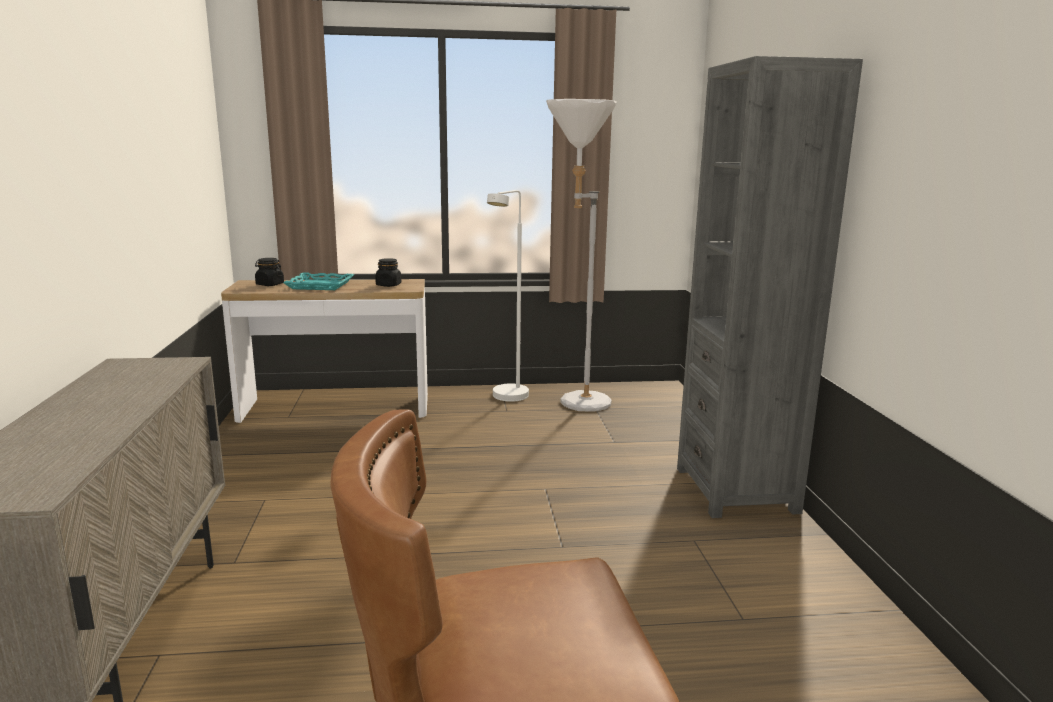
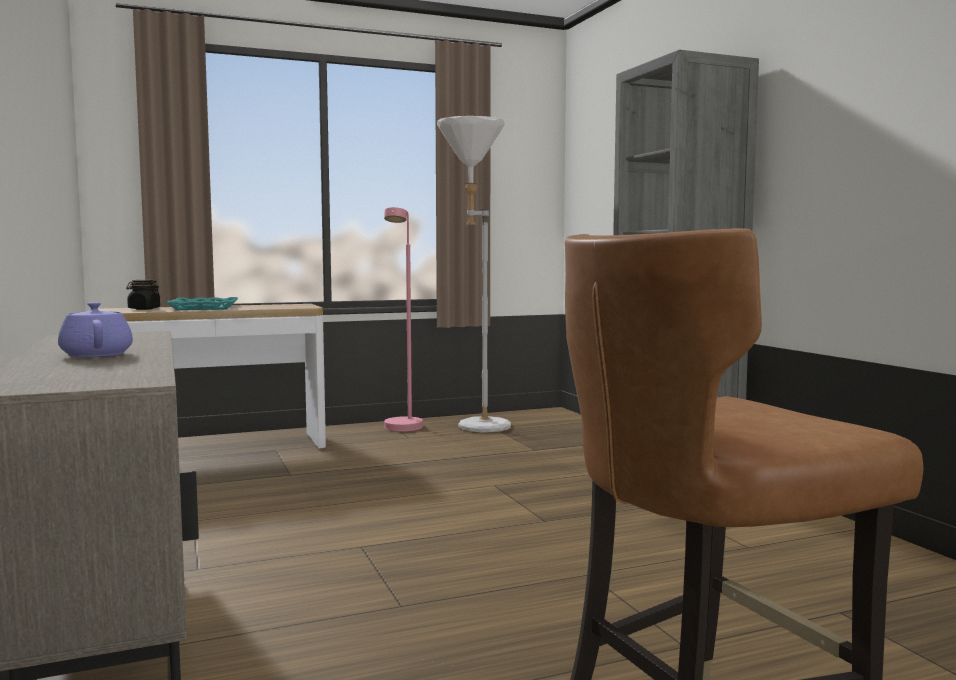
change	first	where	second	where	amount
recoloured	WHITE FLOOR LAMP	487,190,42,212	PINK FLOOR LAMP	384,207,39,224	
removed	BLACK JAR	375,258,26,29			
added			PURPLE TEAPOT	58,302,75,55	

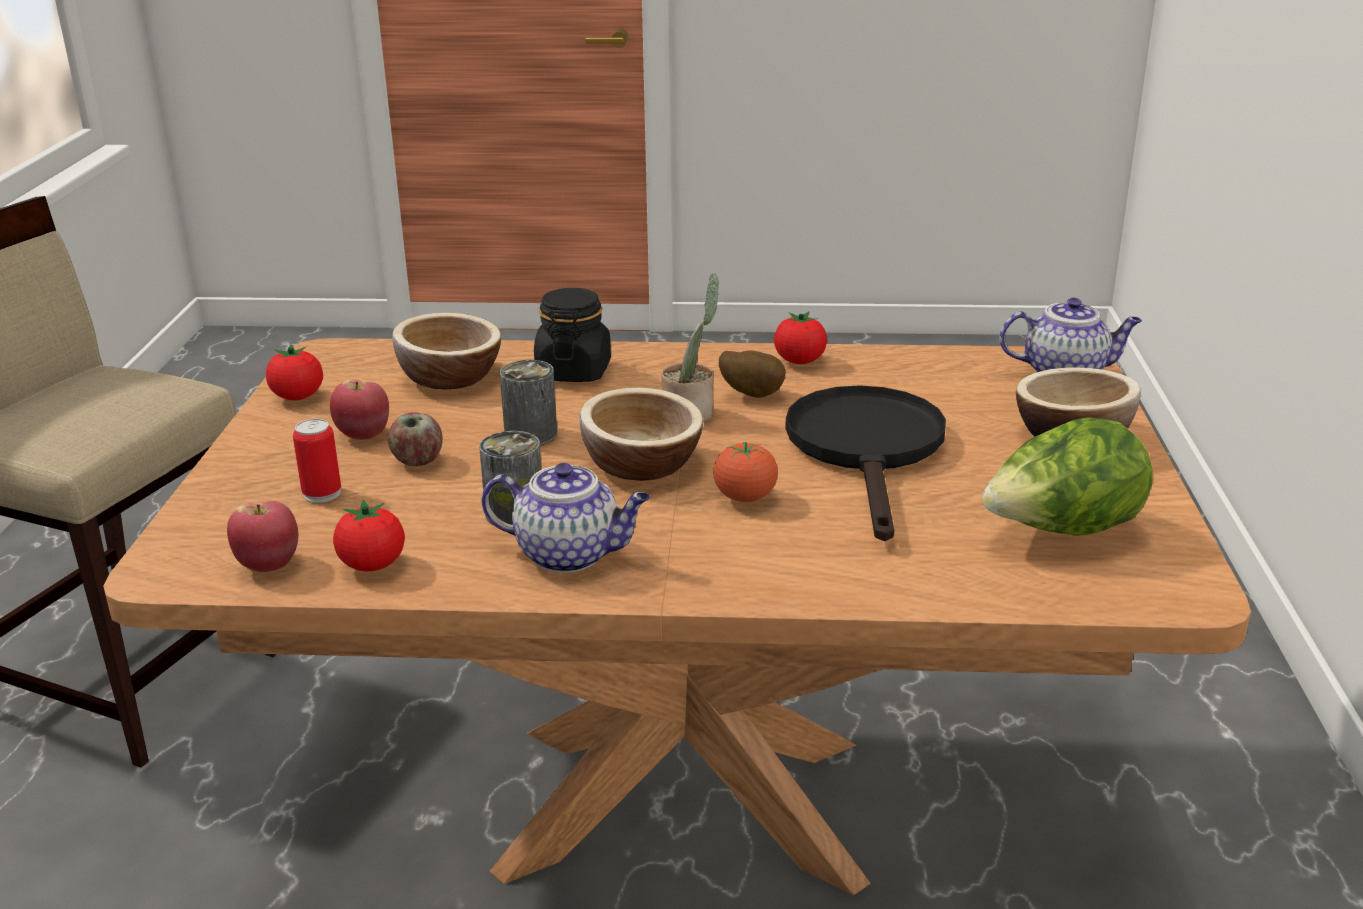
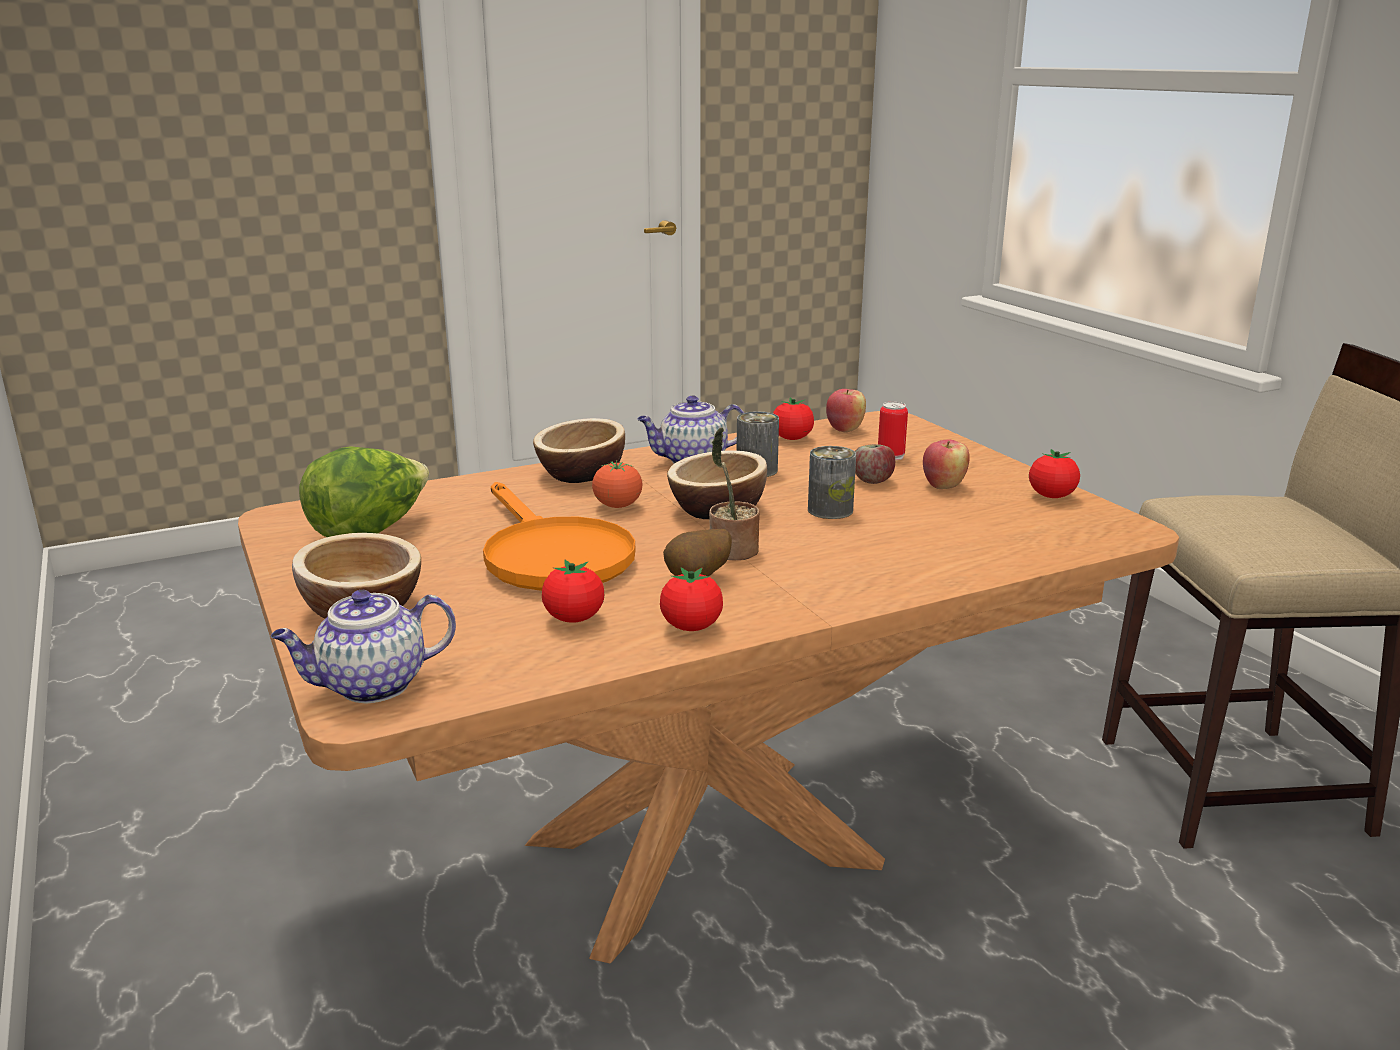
change	first	where	second	where	amount
removed	BLACK JAR	534,288,77,94			
moved	BOWL	392,313,109,77		533,418,92,65	
recoloured	BLACK FRYING PAN	785,385,161,156	ORANGE FRYING PAN	483,482,152,109	
added			TOMATO	542,560,62,63	

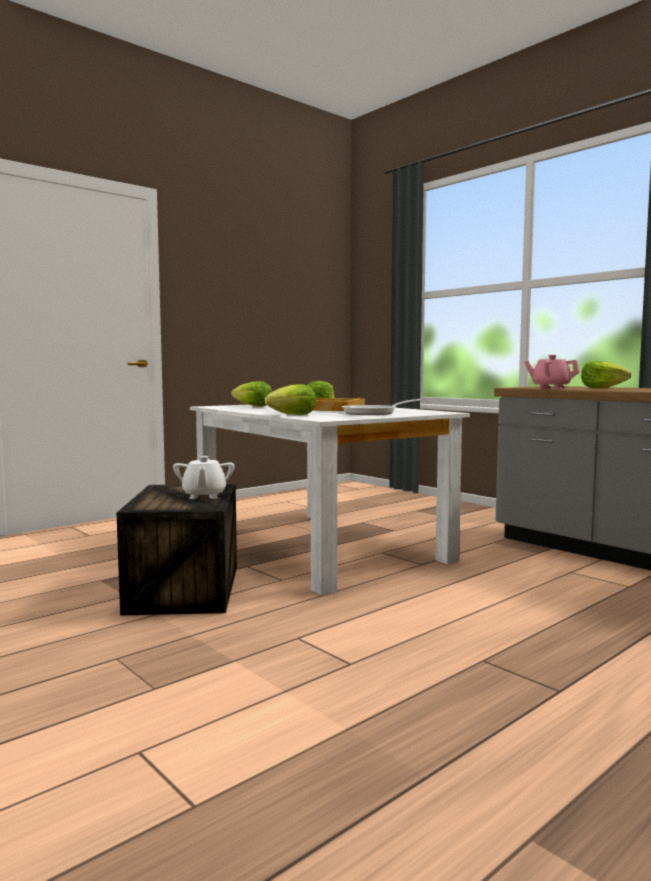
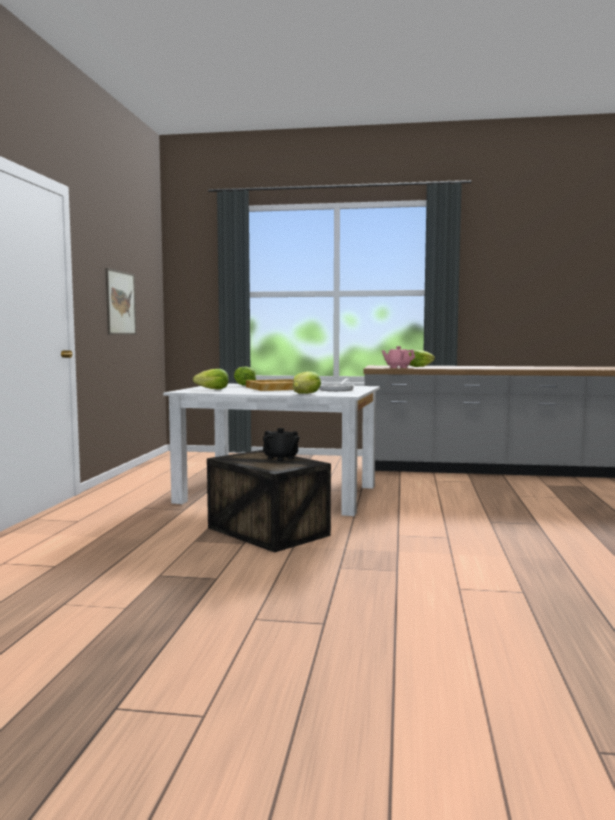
change	first	where	second	where	amount
recoloured	WHITE TEAPOT	173,456,62,43	BLACK TEAPOT	263,428,37,33	
added			PICTURE	105,268,31,67	

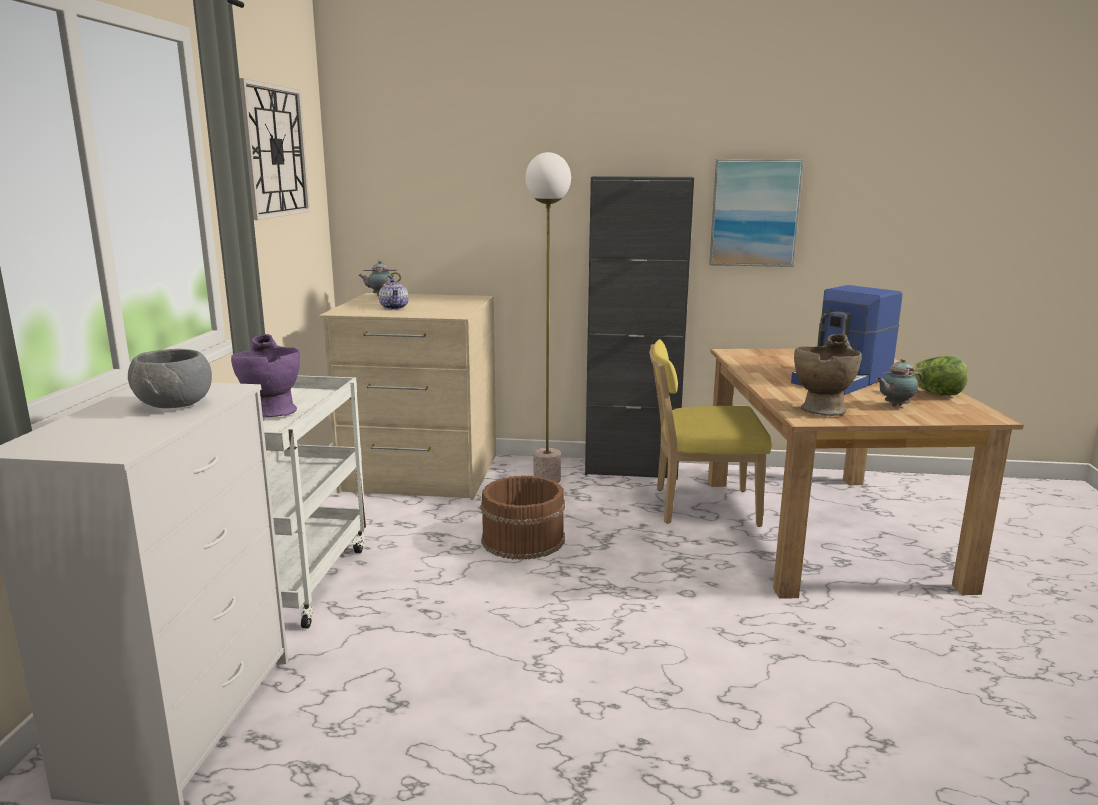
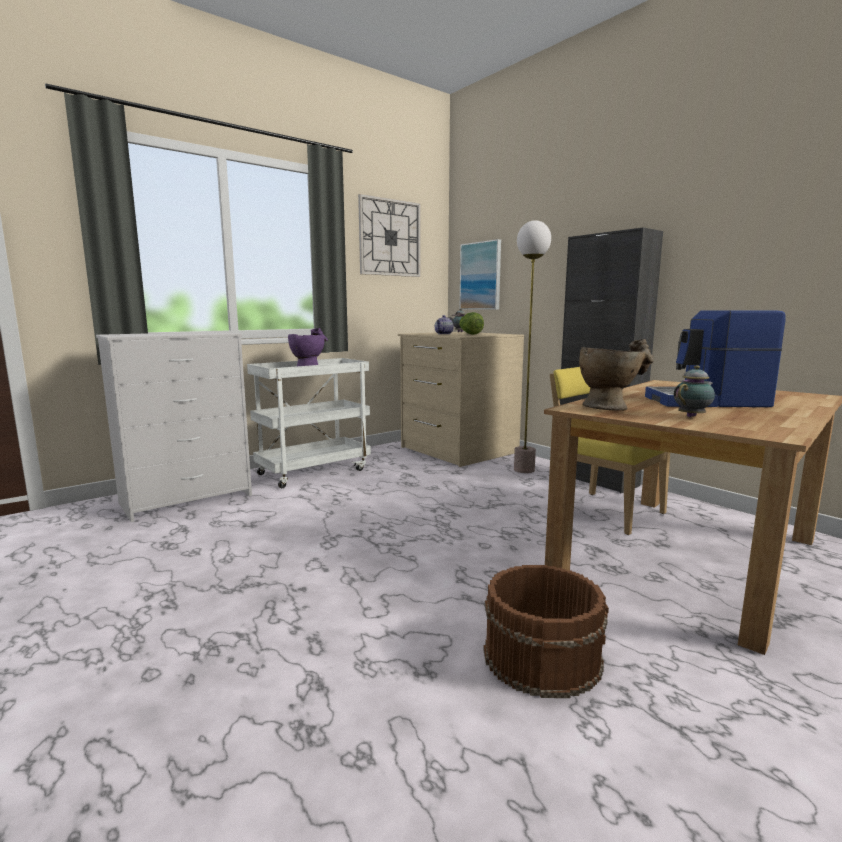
change	first	where	second	where	amount
moved	PICTURE	709,159,95,108		460,239,41,71	
removed	GREY BOWL	128,349,84,59			
moved	LETTUCE	910,356,58,40		459,312,25,23	
turned	TEAPOT	876,358,47,48		674,365,41,52	120 degrees clockwise
moved	BROWN BUCKET	481,475,84,85		483,565,126,133	

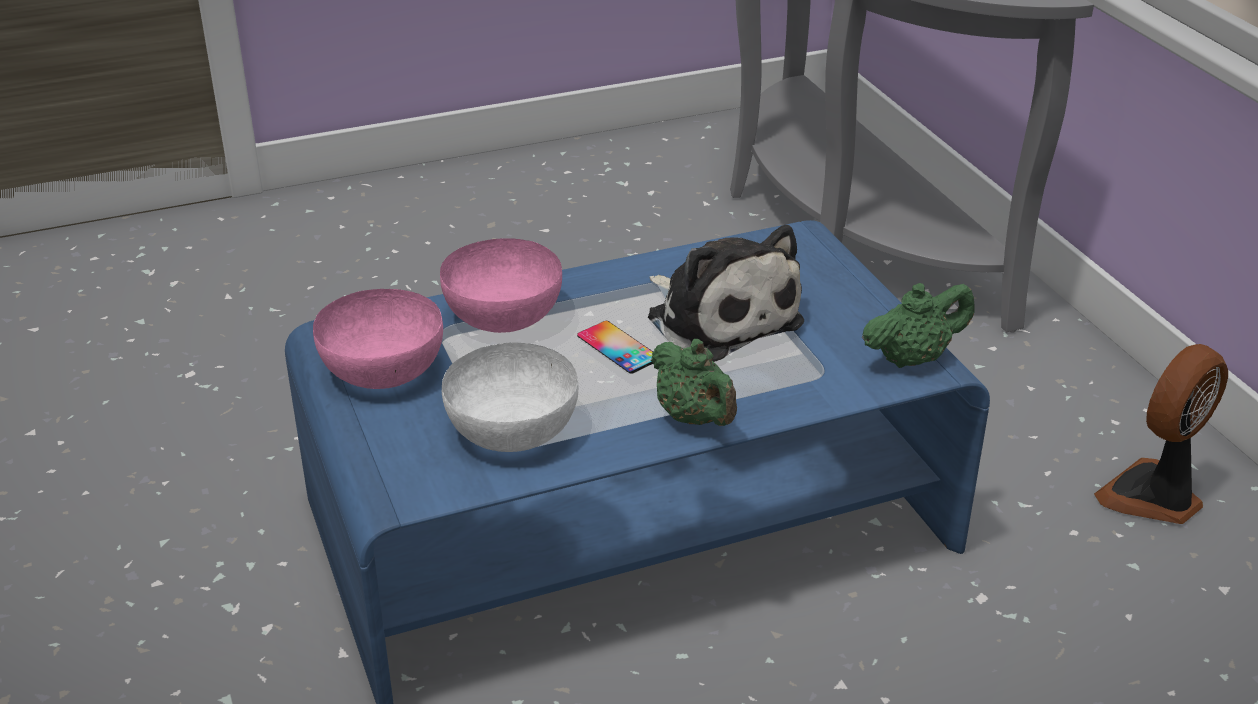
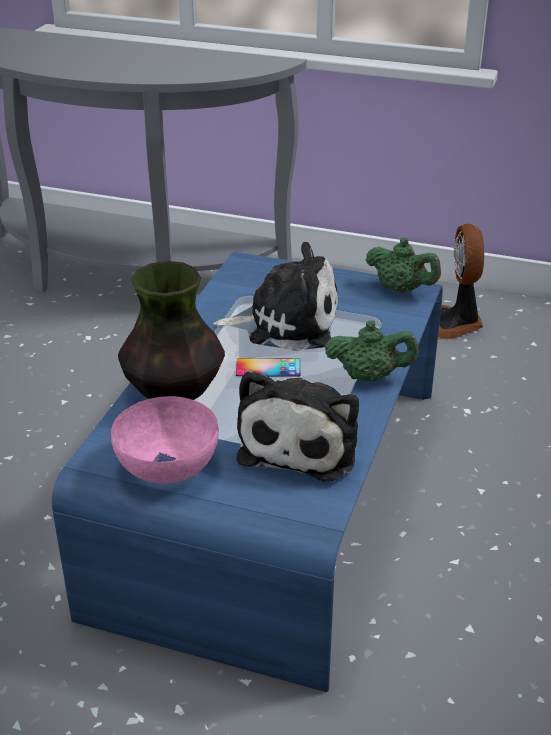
change	first	where	second	where	amount
replaced	PINK BOWL	440,238,122,95	VASE	118,261,107,139	
turned	GREEN TEAPOT	862,283,113,85		366,238,75,55	105 degrees clockwise
replaced	WHITE BOWL	442,342,136,110	PLUSH TOY	236,370,123,112	

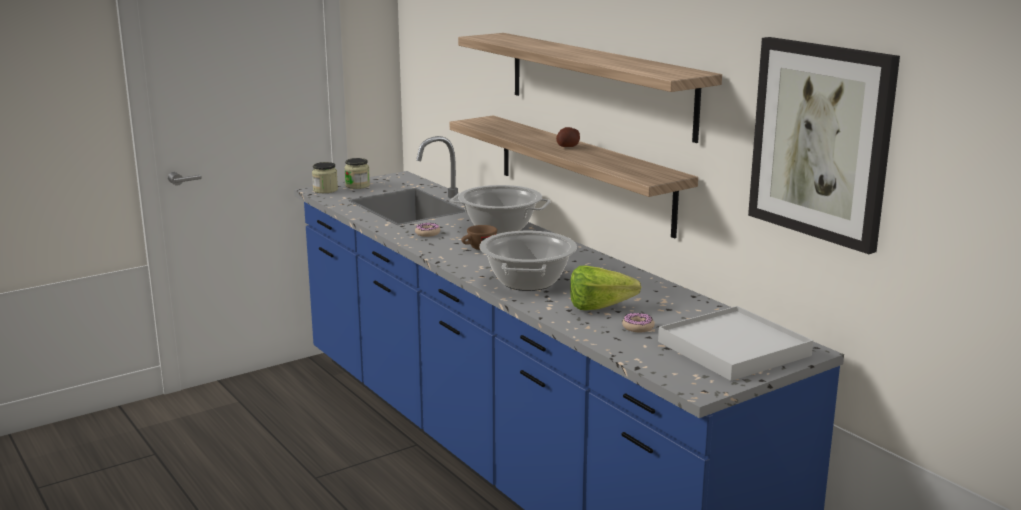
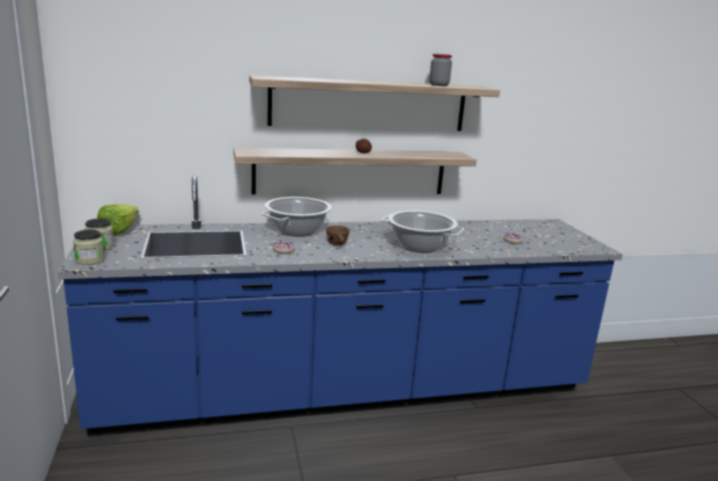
change	first	where	second	where	amount
removed	PICTURE	748,37,152,217			
moved	LETTUCE	570,265,71,45		97,204,42,32	
removed	WHITE TRAY	658,306,155,75			
added			JAR	429,54,23,32	

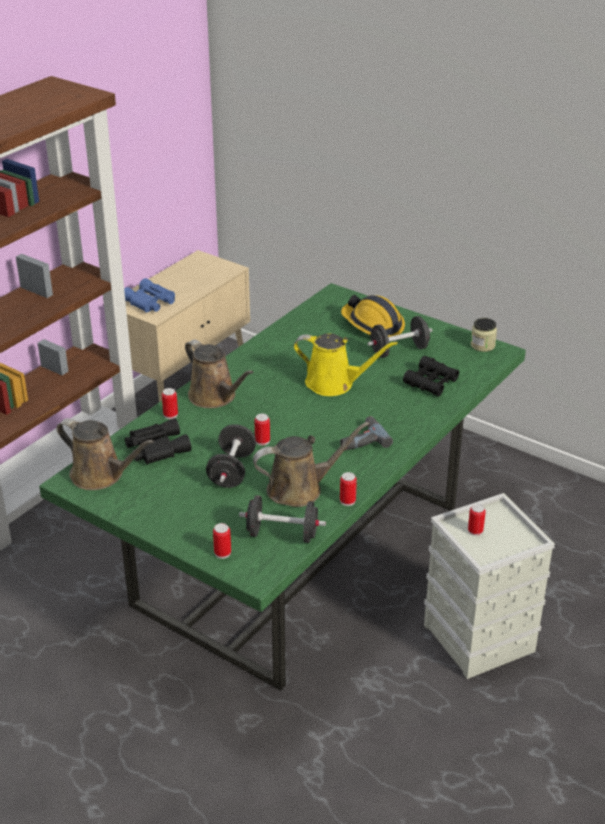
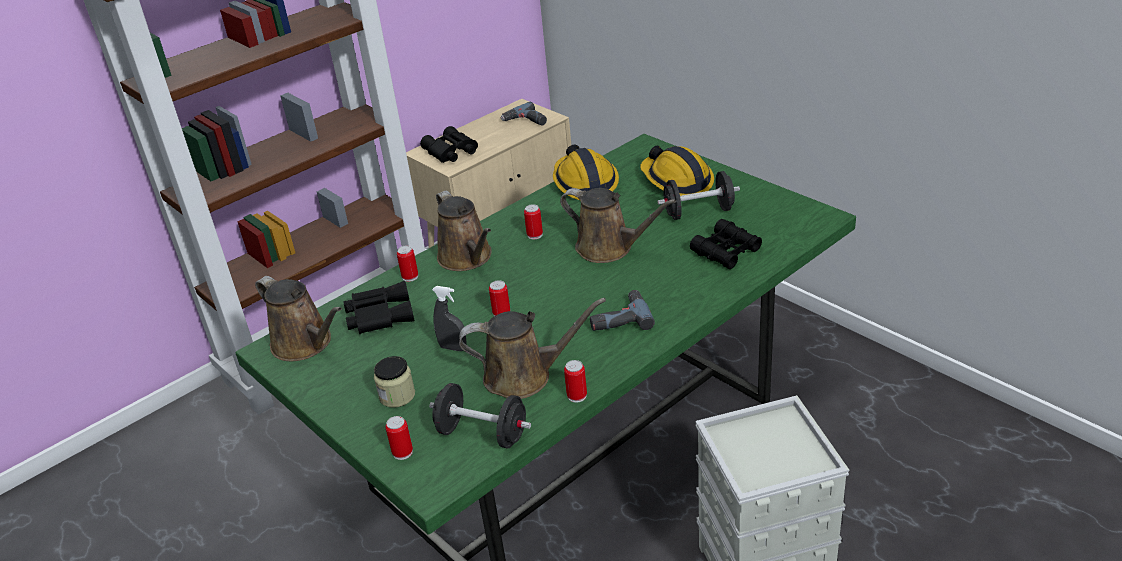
change	first	where	second	where	amount
recoloured	BLUE BINOCULARS	124,278,51,35	BLACK BINOCULARS	420,126,58,37	
moved	JAR	471,318,26,34		374,356,41,52	
recoloured	YELLOW WATERING CAN	294,333,104,63	BROWN WATERING CAN	560,188,116,75	
replaced	BLACK DUMBBELL	206,424,50,64	GREY SPRAY BOTTLE	432,286,35,65	
moved	CAN	468,504,18,32		524,204,19,35	
added			POWER DRILL	501,102,46,23	
added			HARD HAT	553,145,66,55	

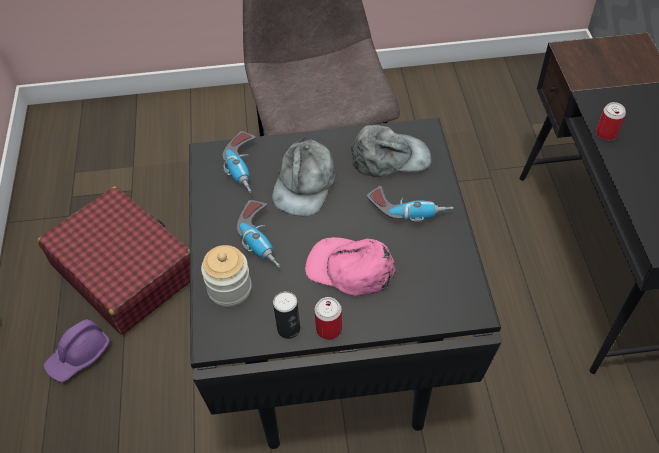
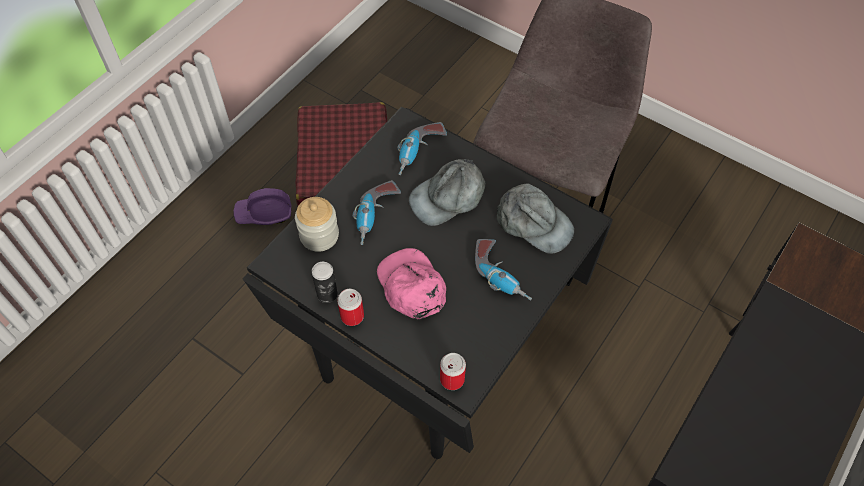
change	first	where	second	where	amount
moved	CAN	596,102,30,38		440,353,26,37	

